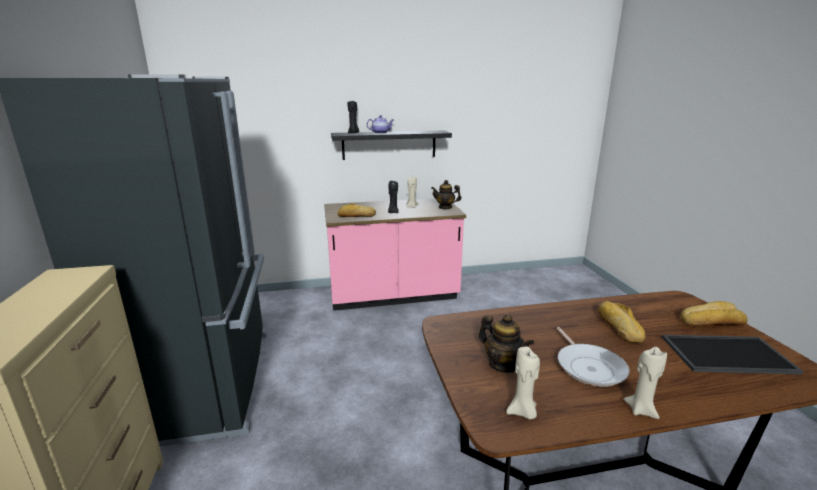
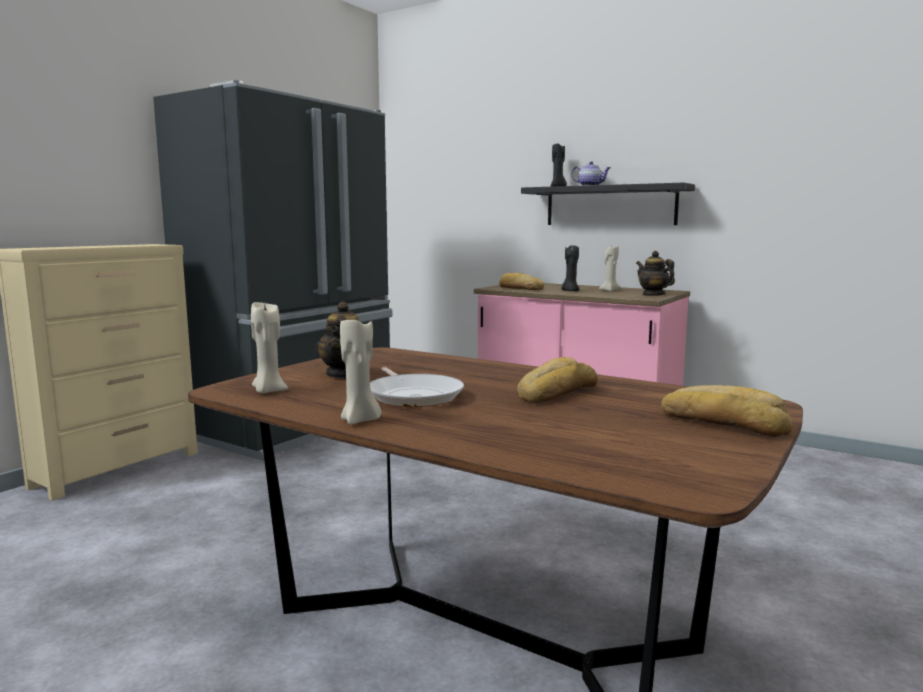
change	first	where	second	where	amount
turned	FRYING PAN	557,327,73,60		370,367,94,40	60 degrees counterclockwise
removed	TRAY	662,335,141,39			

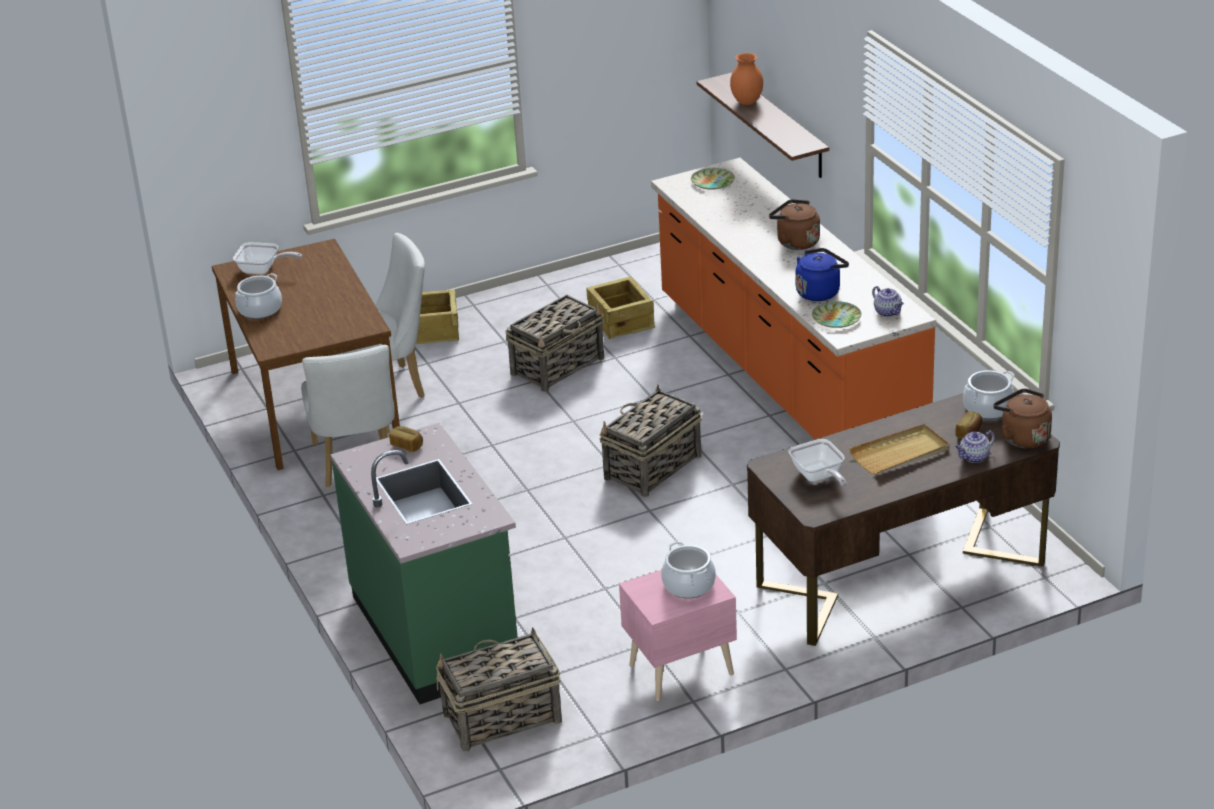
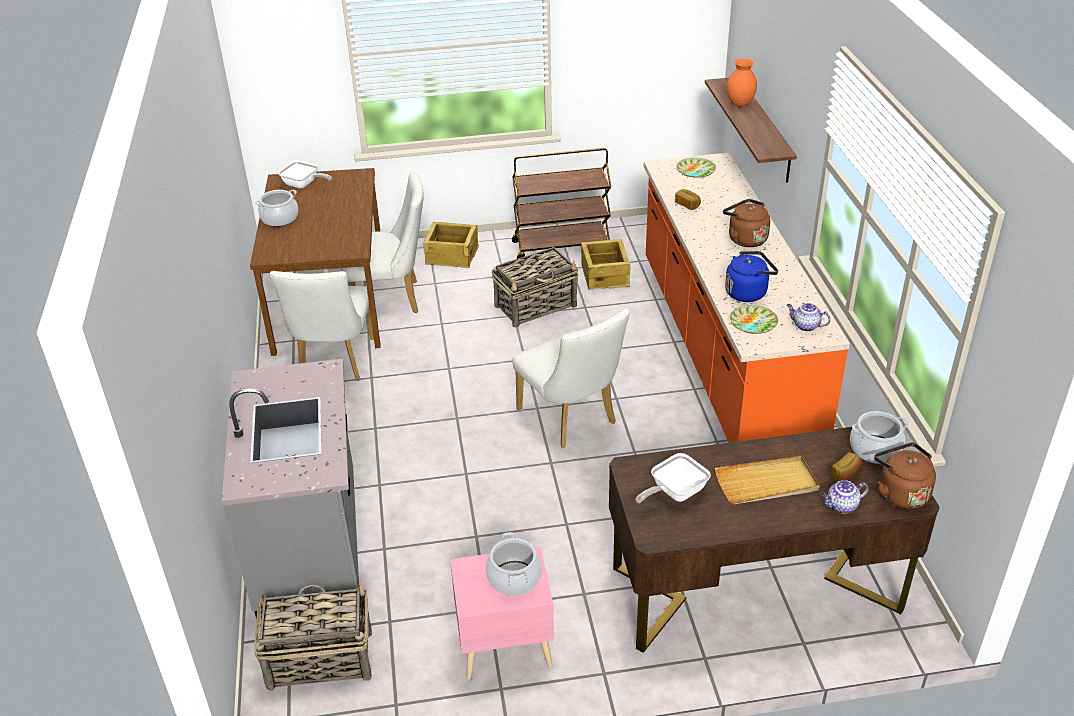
change	first	where	second	where	amount
turned	TEAPOT	872,286,32,31		787,303,44,28	135 degrees clockwise
replaced	BASKET	600,385,102,112	WHITE CHAIR	512,308,118,140	
recoloured	GREEN COUNTER	330,423,188,281	GREY COUNTER	222,359,137,261	
moved	BREAD	389,426,34,26		675,189,26,21	
turned	FRYING PAN	789,439,58,48		635,453,76,50	60 degrees clockwise
added			BROWN CART	512,148,99,111	

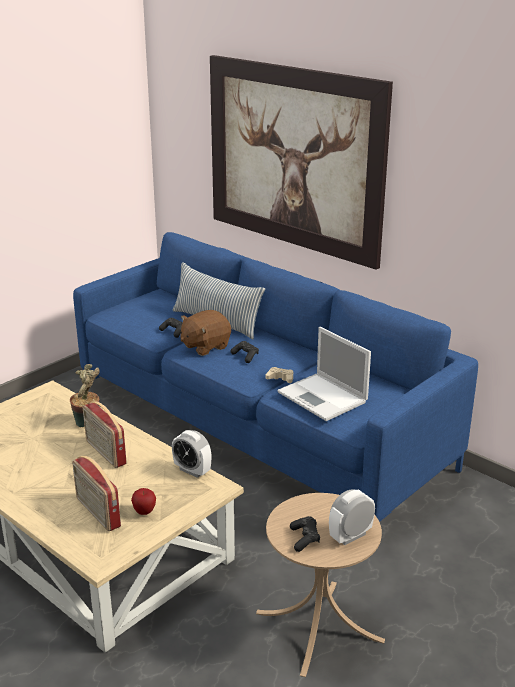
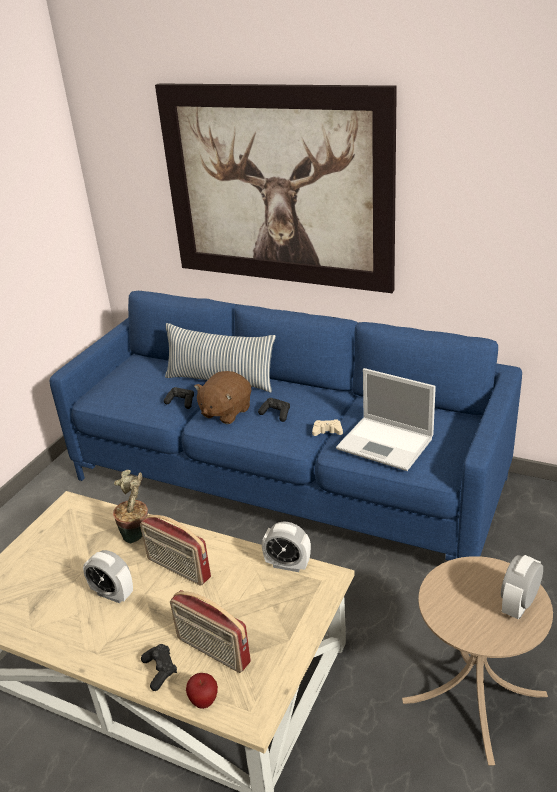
change	first	where	second	where	amount
moved	APPLE	131,488,25,27		186,673,32,36	
moved	BLACK GAME CONTROLLER	290,516,30,36		141,644,36,47	
added			ALARM CLOCK	83,550,50,53	

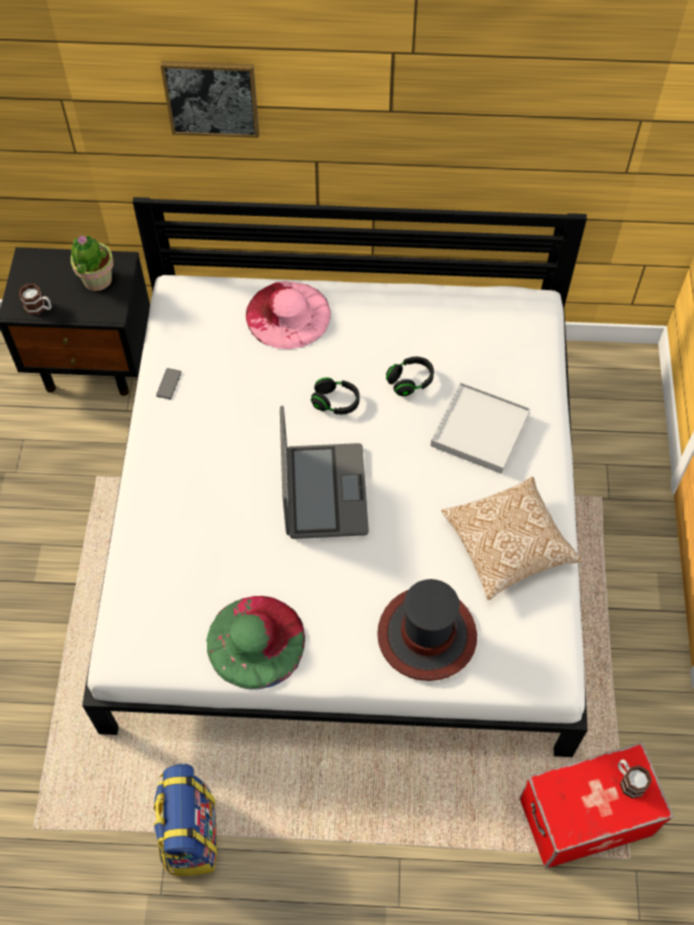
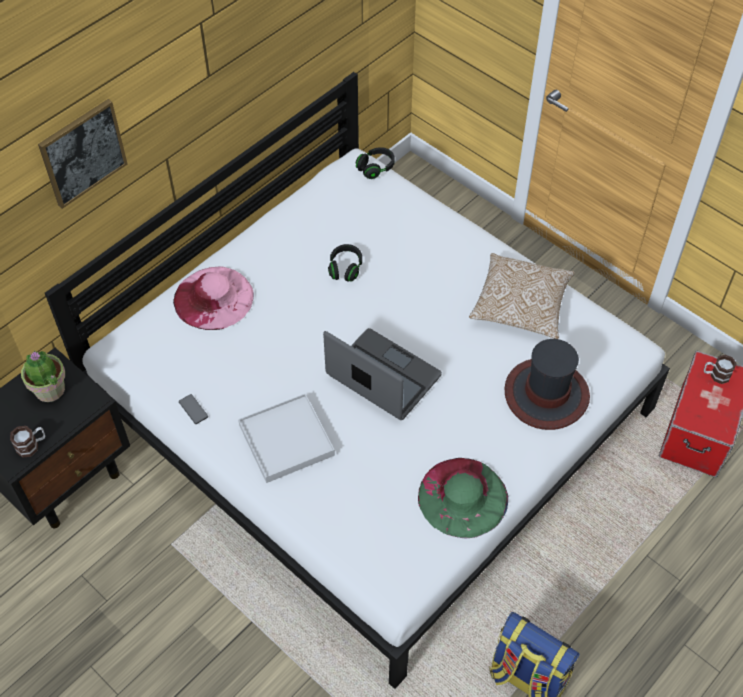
change	first	where	second	where	amount
moved	BLACK HEADPHONES	311,377,48,37		356,147,39,32	
moved	WHITE TRAY	430,382,101,92		238,394,97,89	

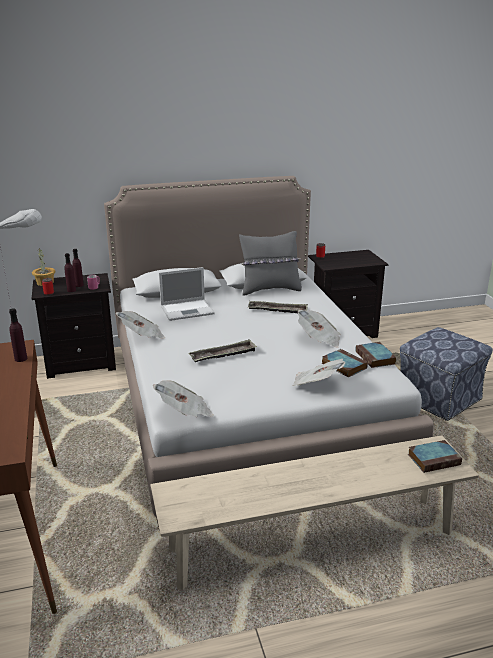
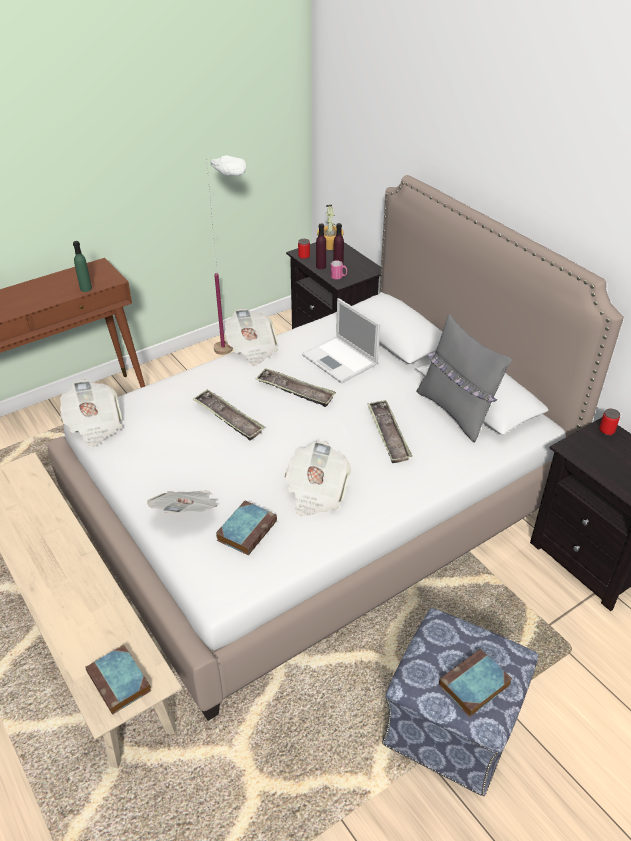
change	first	where	second	where	amount
recoloured	PURPLE BOTTLE	9,308,18,54	GREEN BOTTLE	73,241,19,51	
moved	BOOK	356,342,41,26		439,648,73,69	
added			TRAY	255,368,81,39	

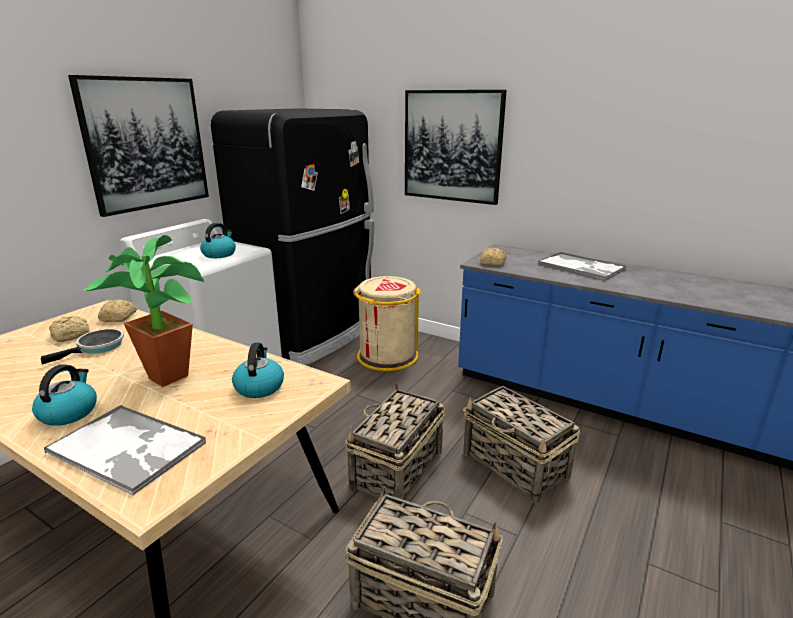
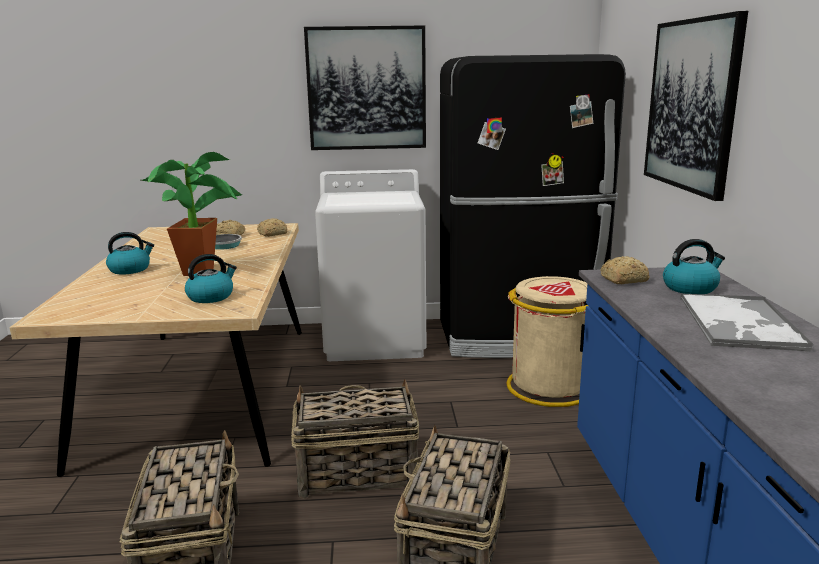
change	first	where	second	where	amount
moved	KETTLE	200,223,36,35		663,239,62,55	
removed	TRAY	44,405,162,91			

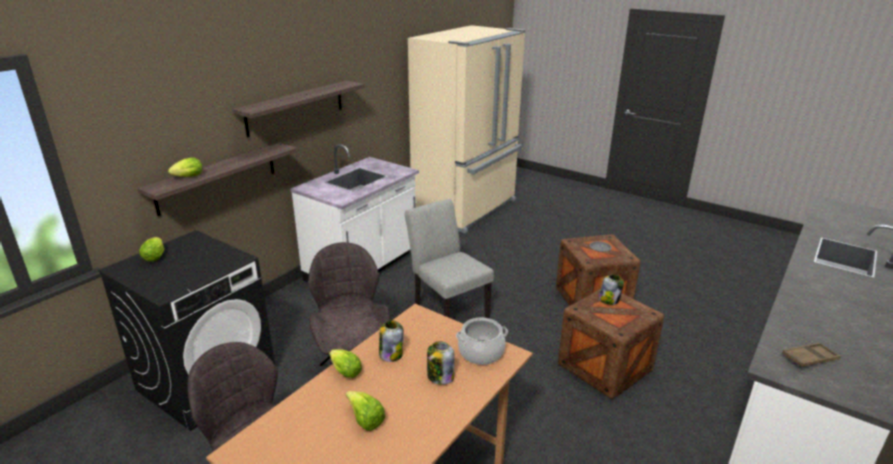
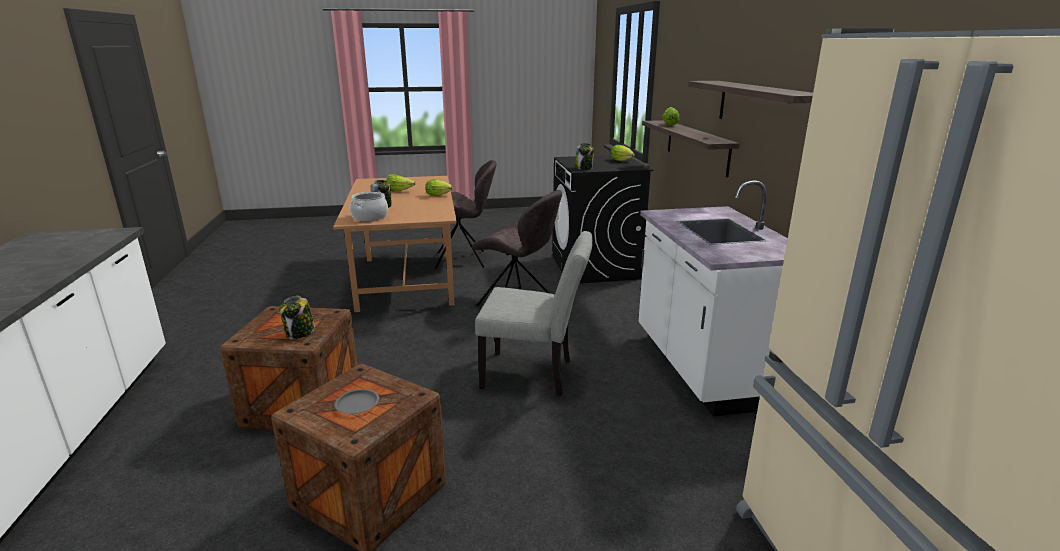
change	first	where	second	where	amount
moved	JAR	379,320,25,42		575,143,19,27	
removed	BROWN TRAY	782,343,59,24			

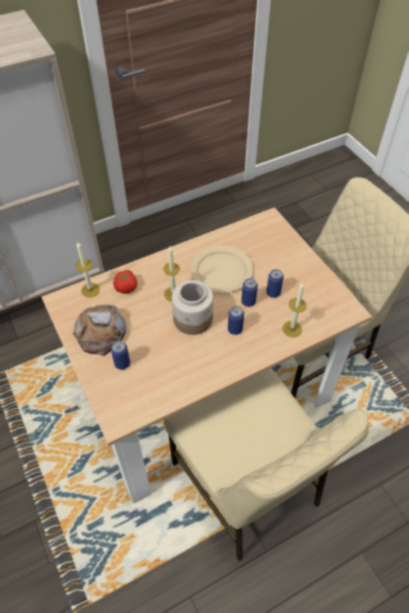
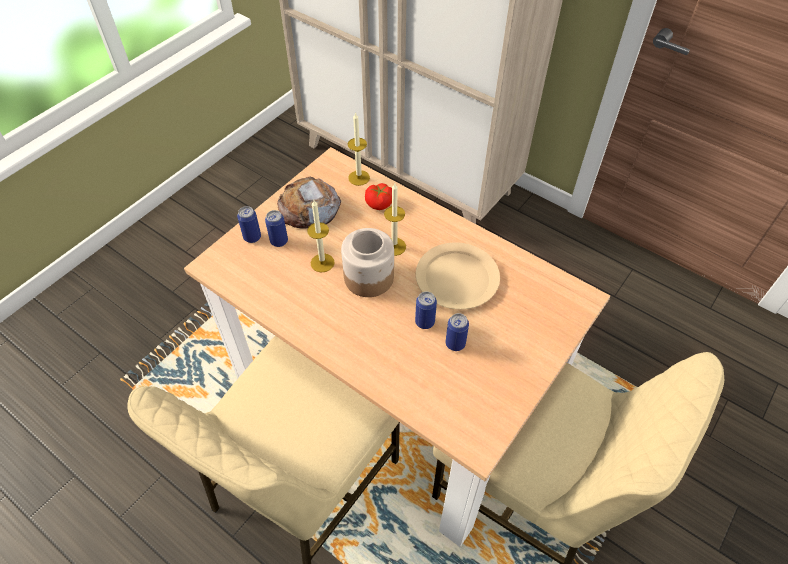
change	first	where	second	where	amount
moved	CANDLE	282,283,25,54		307,200,28,72	
moved	CAN	228,306,16,29		237,206,24,37	

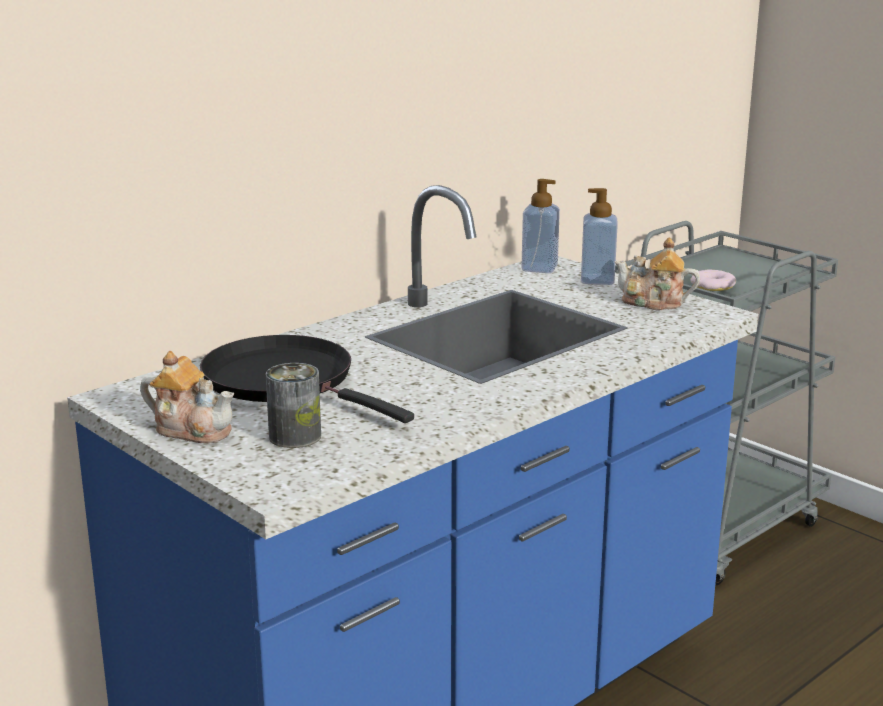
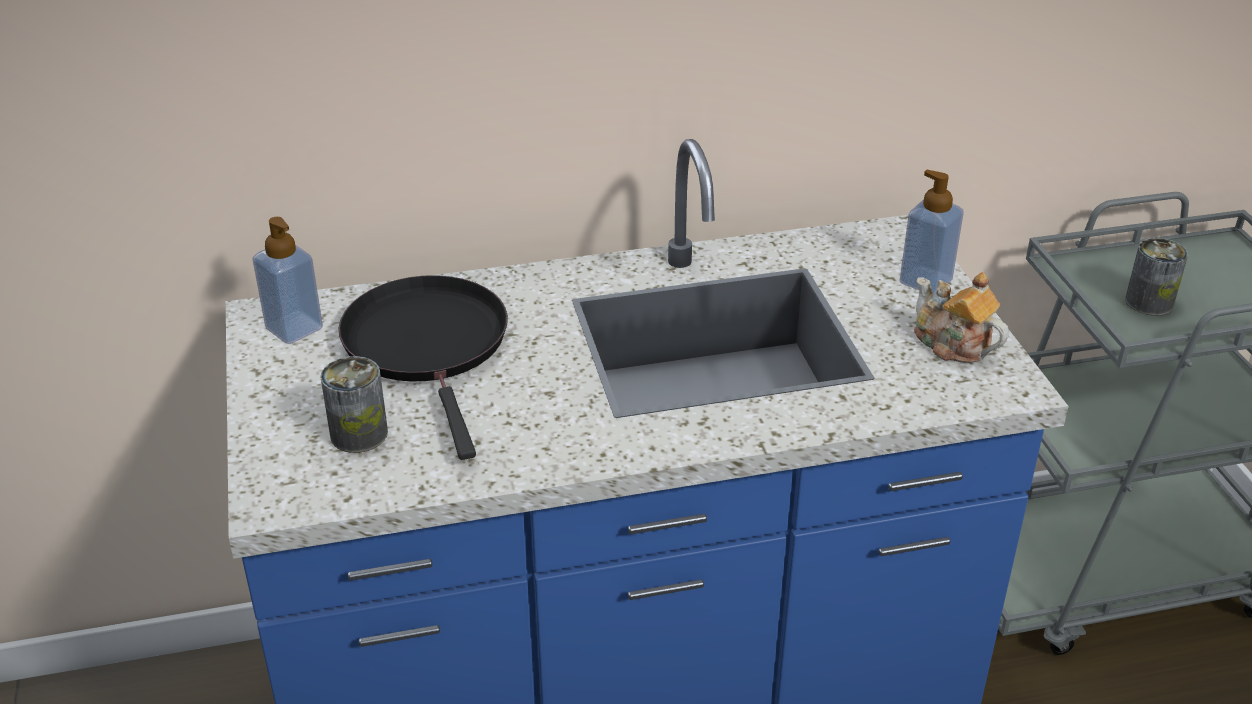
change	first	where	second	where	amount
moved	SOAP DISPENSER	521,179,39,94		252,217,71,127	
replaced	DONUT	690,269,46,22	CAN	1125,238,63,78	
removed	TEAPOT	140,351,94,92			

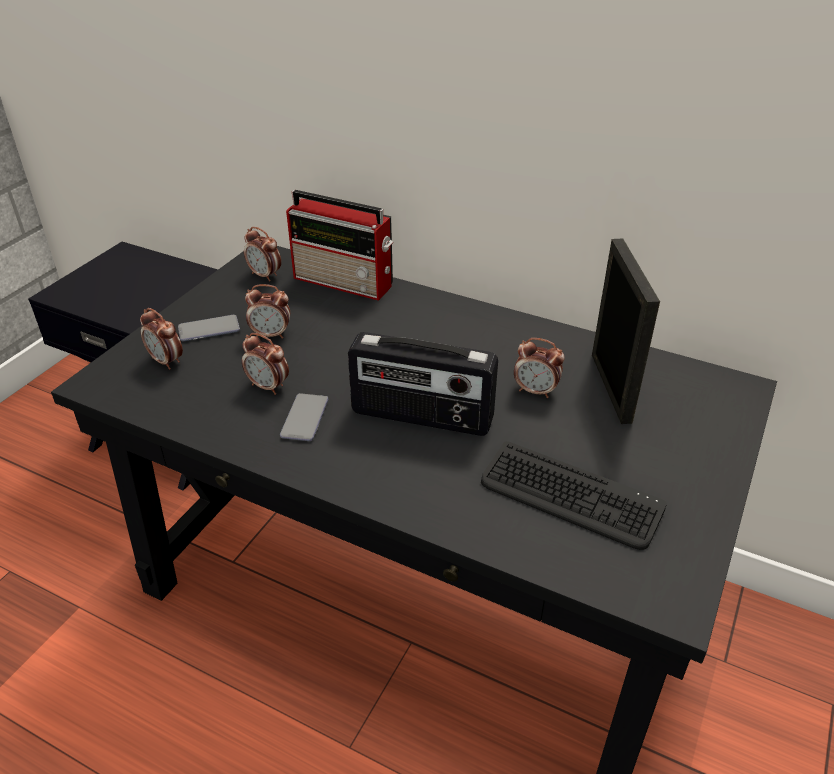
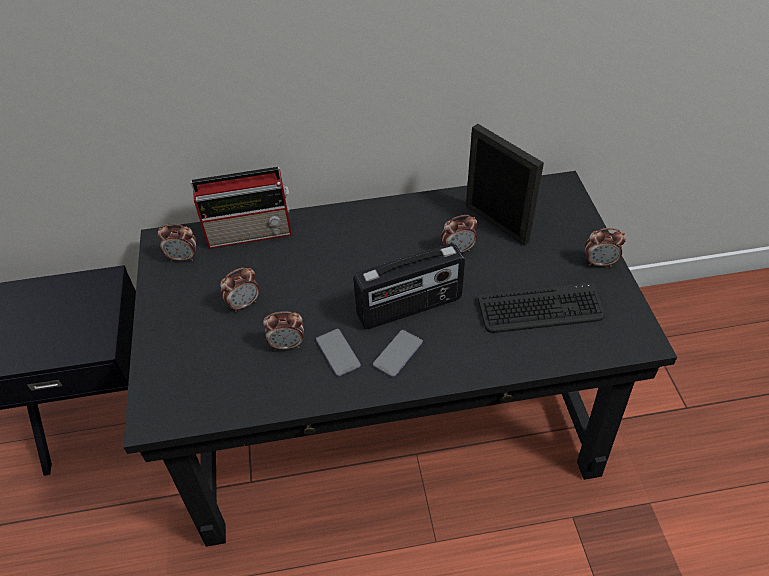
change	first	where	second	where	amount
moved	ALARM CLOCK	140,308,43,62		585,228,41,39	
moved	PHONE	178,315,62,26		373,330,50,47	

